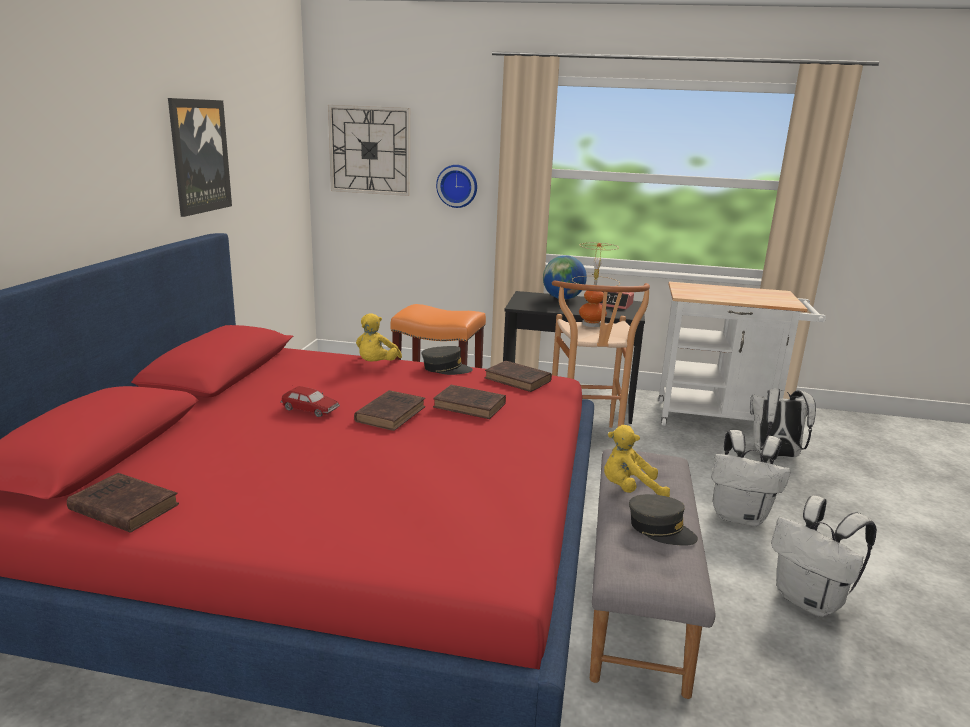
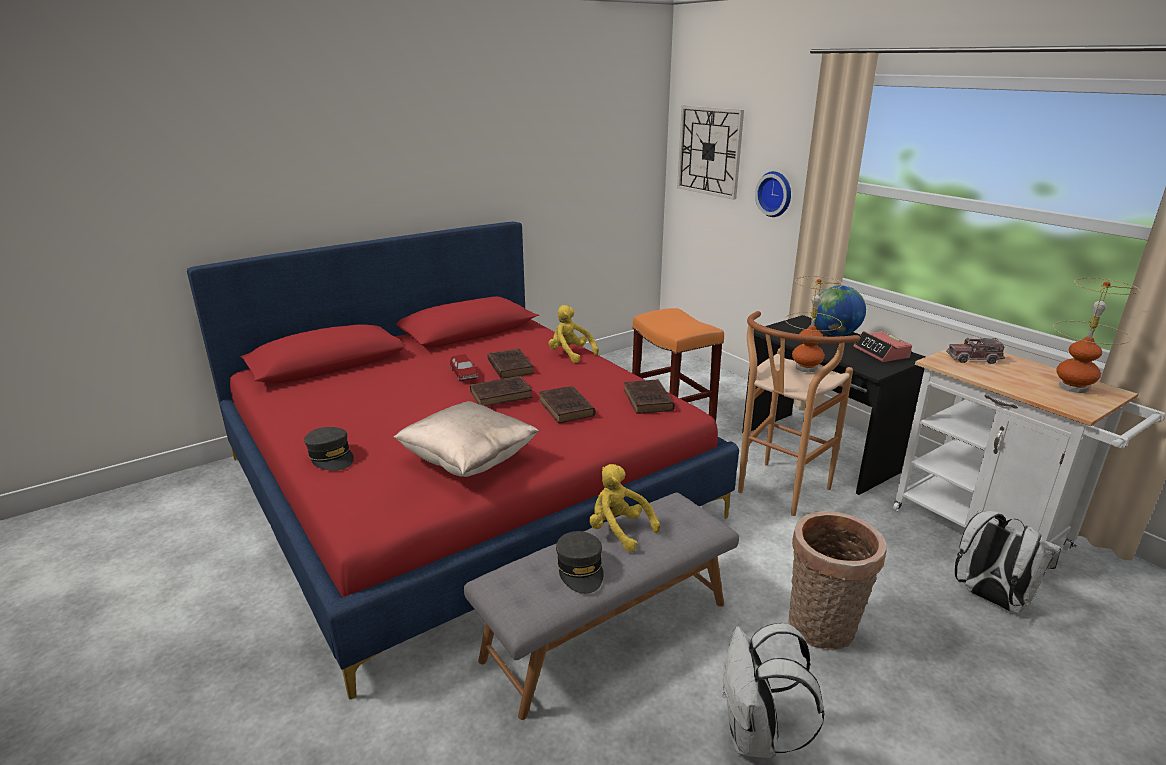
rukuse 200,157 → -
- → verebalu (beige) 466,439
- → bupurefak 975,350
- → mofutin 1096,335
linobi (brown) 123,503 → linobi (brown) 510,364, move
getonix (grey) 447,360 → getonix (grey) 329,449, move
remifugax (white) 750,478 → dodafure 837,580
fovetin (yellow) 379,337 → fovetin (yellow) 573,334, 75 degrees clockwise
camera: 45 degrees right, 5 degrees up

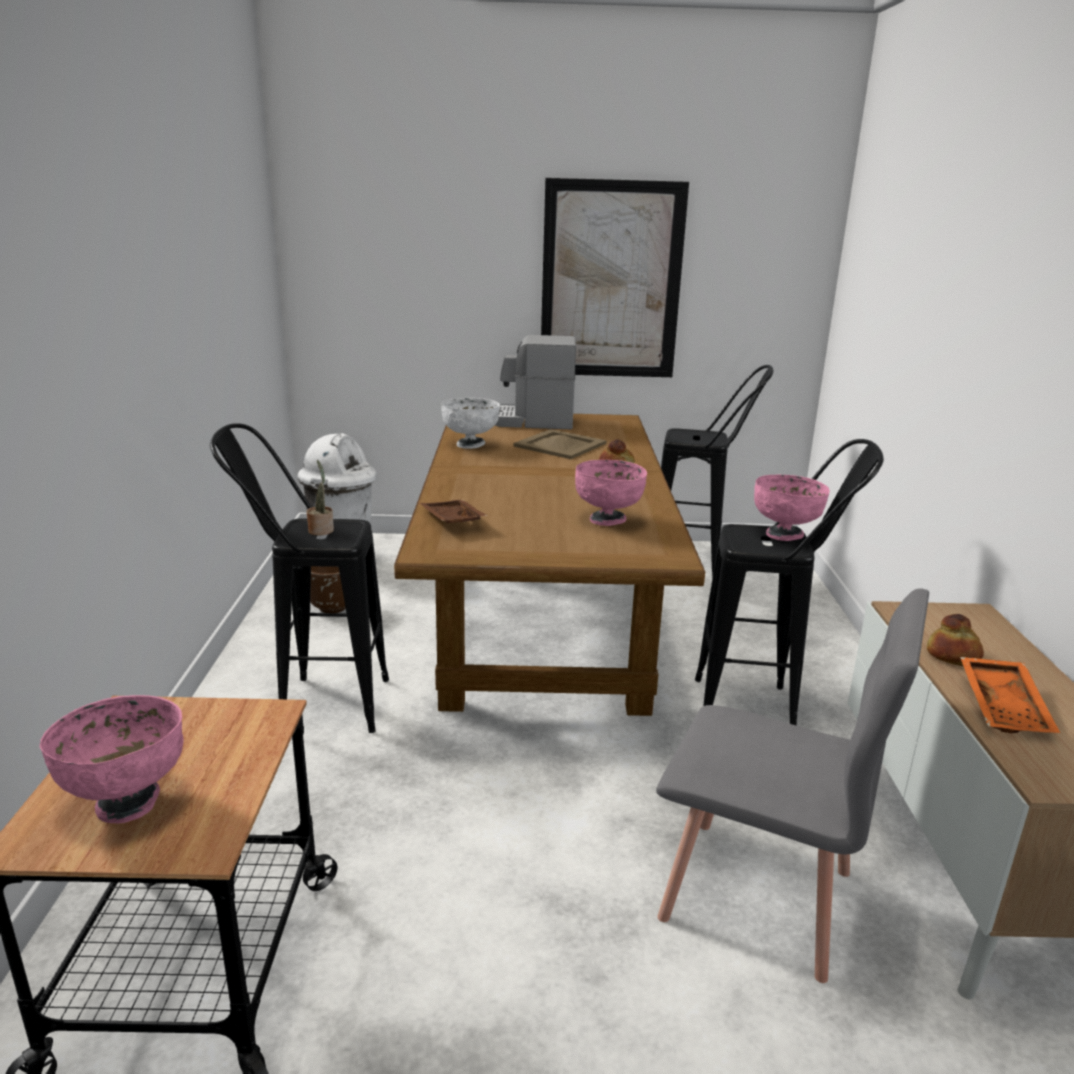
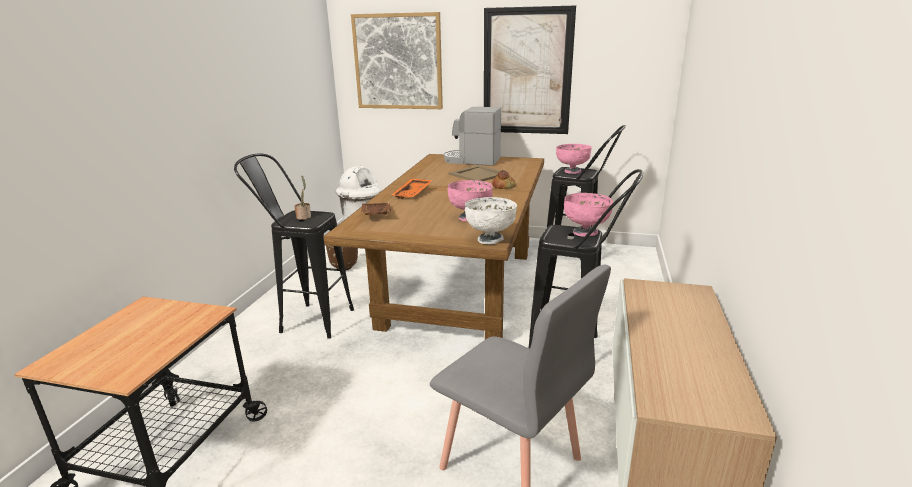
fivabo 955,640 → -
- → rukuse 397,60
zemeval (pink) 112,759 → zemeval (pink) 574,159, move
zemeval (white) 470,423 → zemeval (white) 491,220, move
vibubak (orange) 1010,695 → vibubak (orange) 412,189, move
camera: 15 degrees right, 0 degrees up

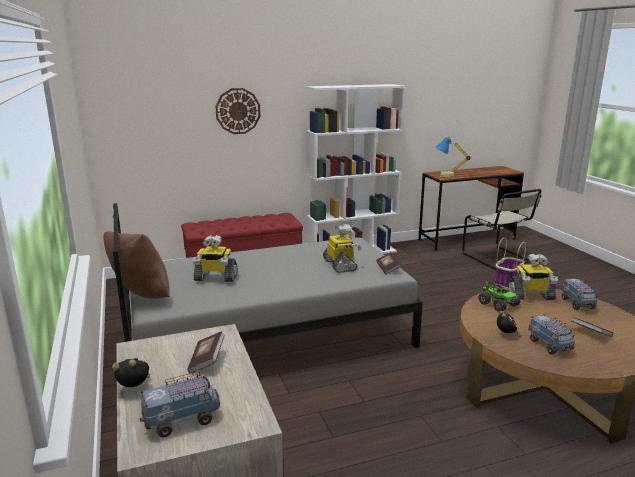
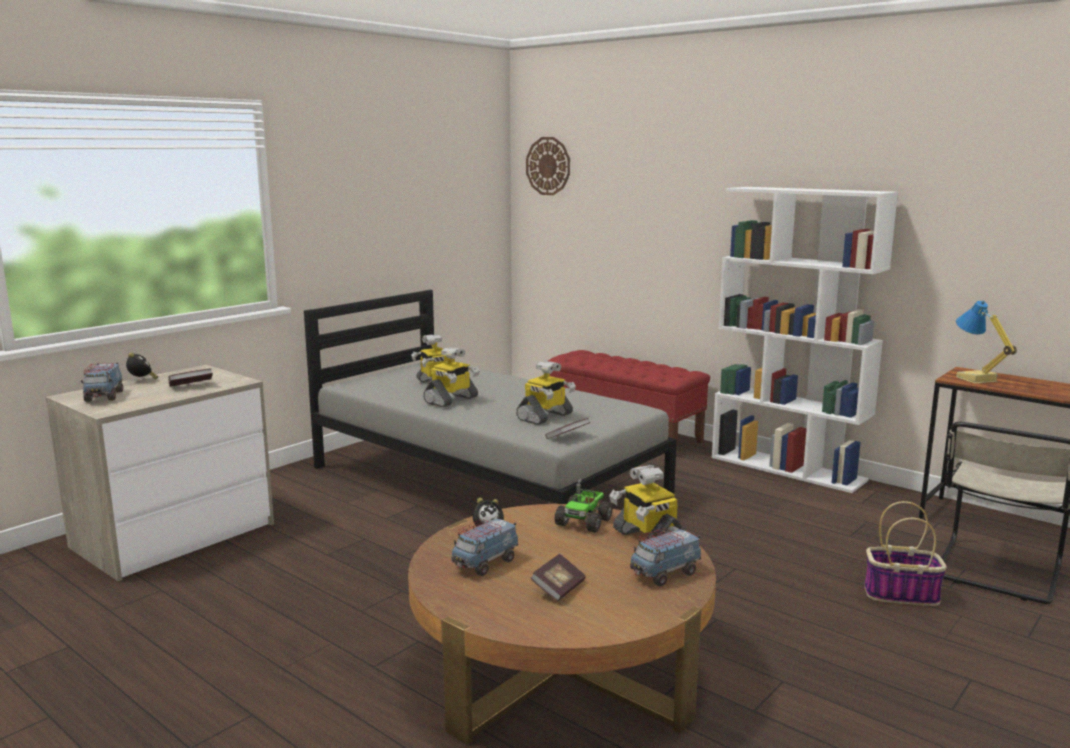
verebalu (brown) 136,265 → -
- → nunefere 451,377
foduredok 238,111 → foduredok 548,166, move
bupurefak 180,404 → bupurefak 102,382, 45 degrees clockwise
camera: 60 degrees right, 5 degrees down

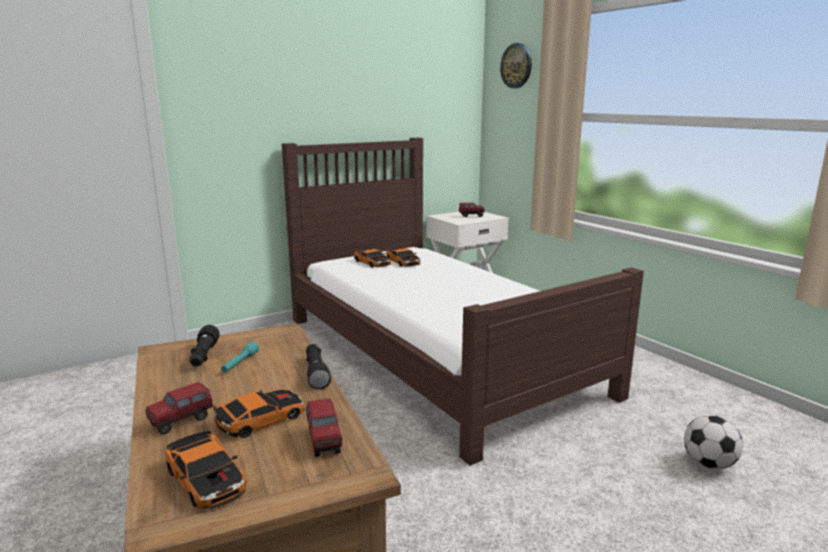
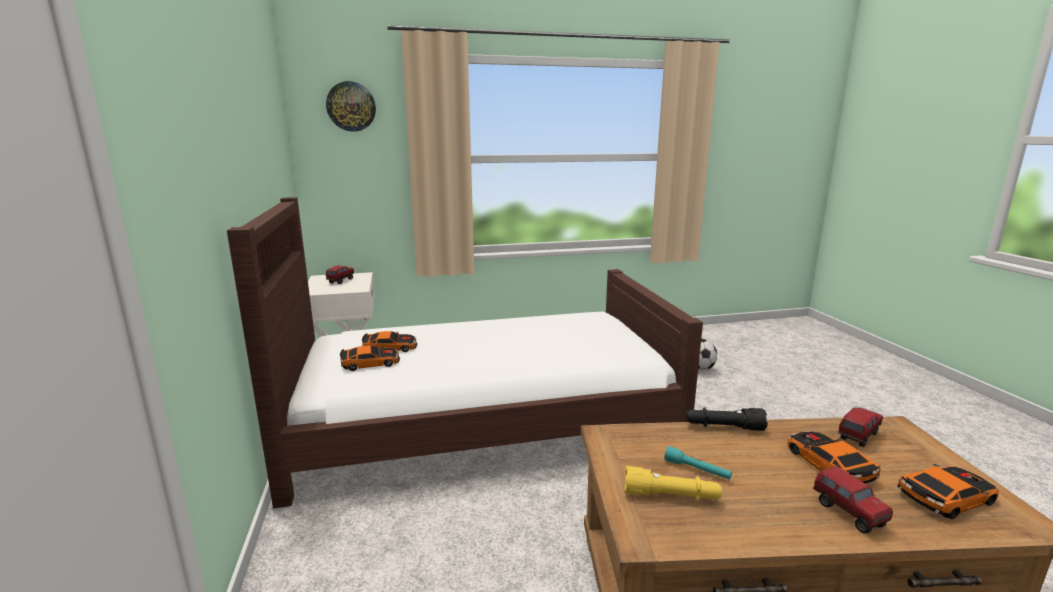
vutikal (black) 205,345 → vutikal (yellow) 673,483
bupurefak 324,427 → bupurefak 860,427, 45 degrees counterclockwise
camera: 70 degrees left, 0 degrees up

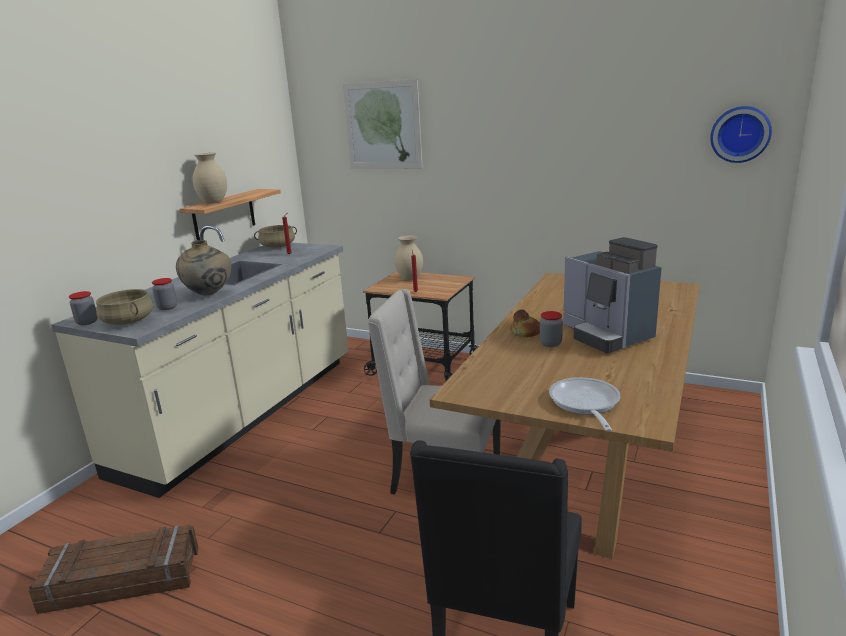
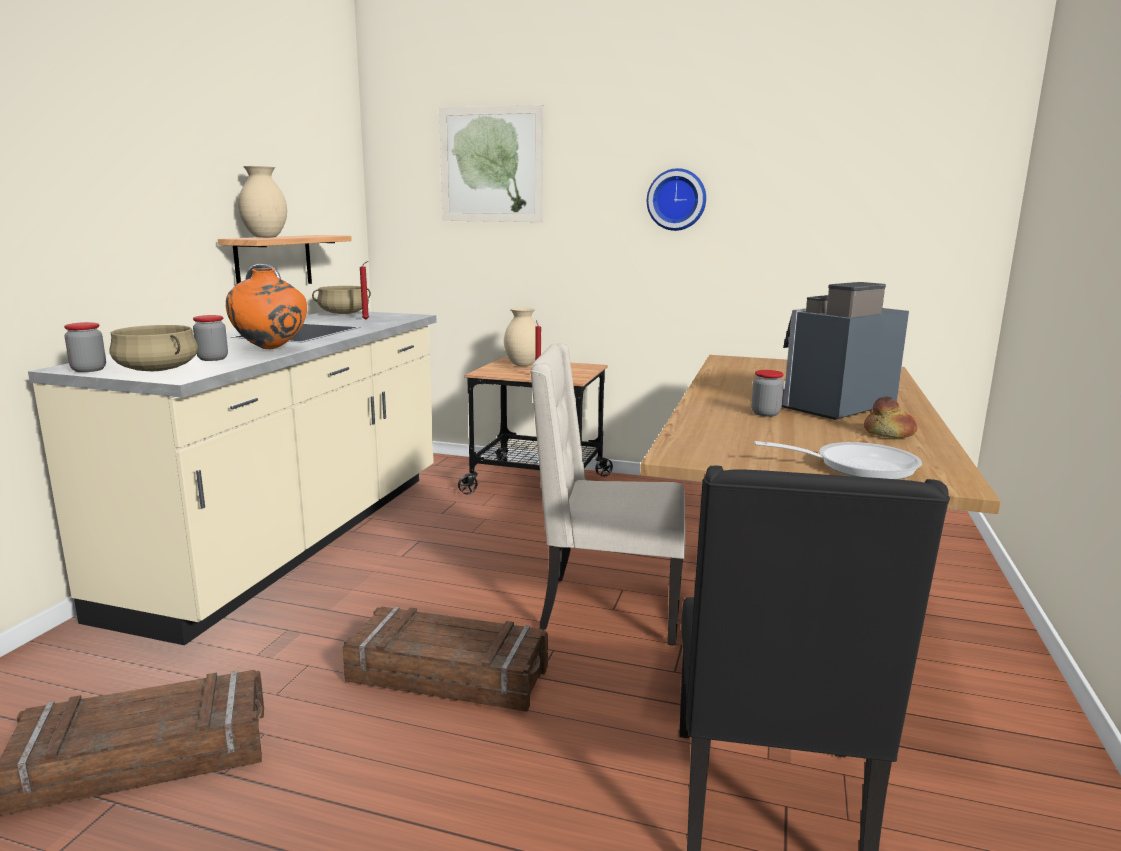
- → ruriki 445,659
fivabo 525,323 → fivabo 890,417, move
foduredok 741,134 → foduredok 676,199, move
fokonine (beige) 203,268 → fokonine (orange) 266,308
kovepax 584,404 → kovepax 838,460, 105 degrees clockwise
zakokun 612,295 → zakokun 845,351, 90 degrees clockwise
camera: 10 degrees left, 5 degrees down

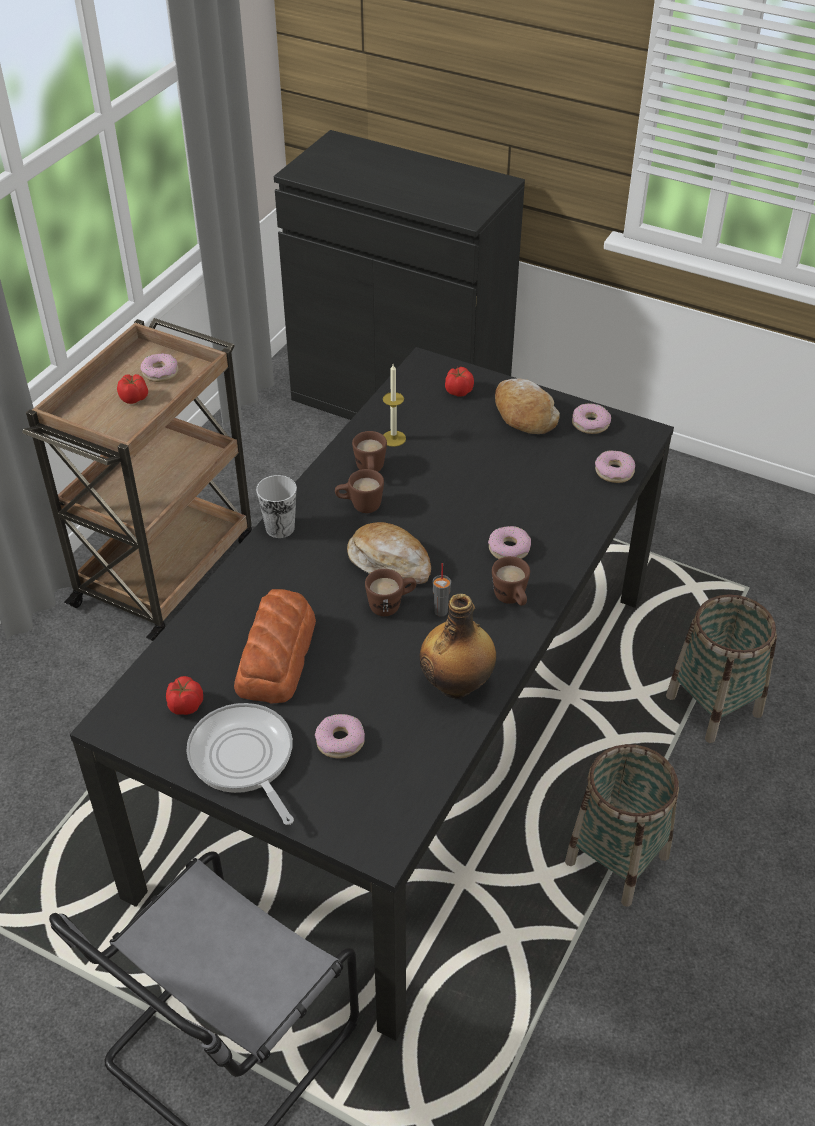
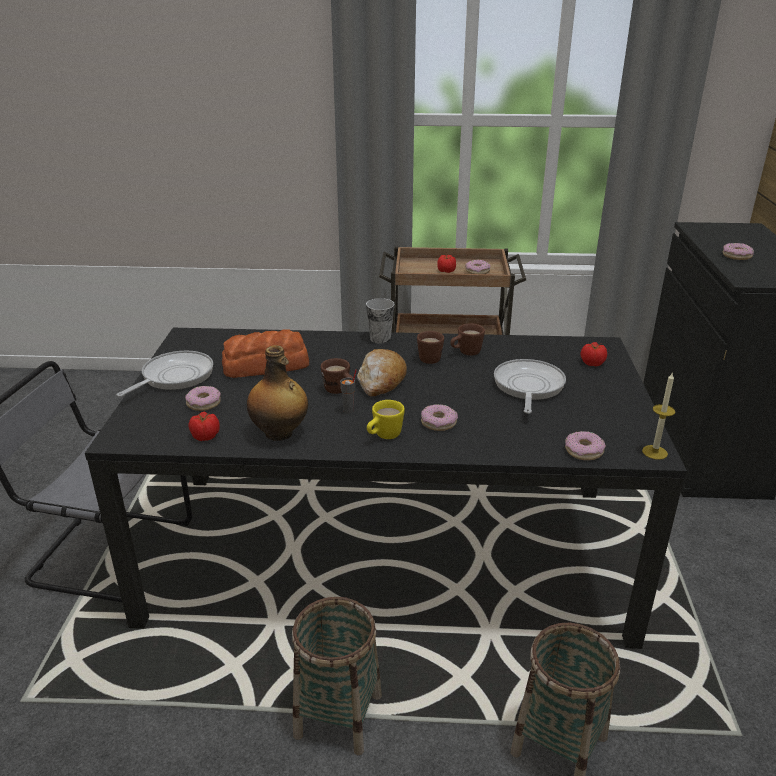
fivabo 527,406 → -
- → kovepax 530,386
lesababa 184,695 → lesababa 204,426, move
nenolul 394,405 → nenolul 658,416, move
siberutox 591,418 → siberutox 738,251, move
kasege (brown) 511,581 → kasege (yellow) 386,419
camera: 65 degrees right, 15 degrees down

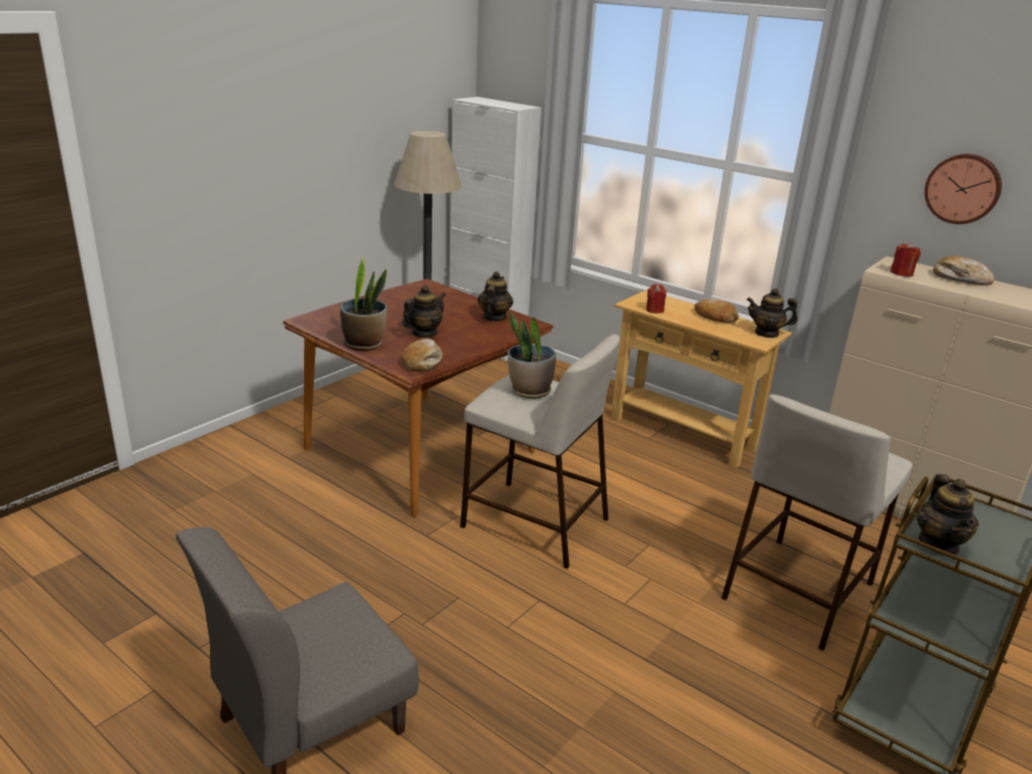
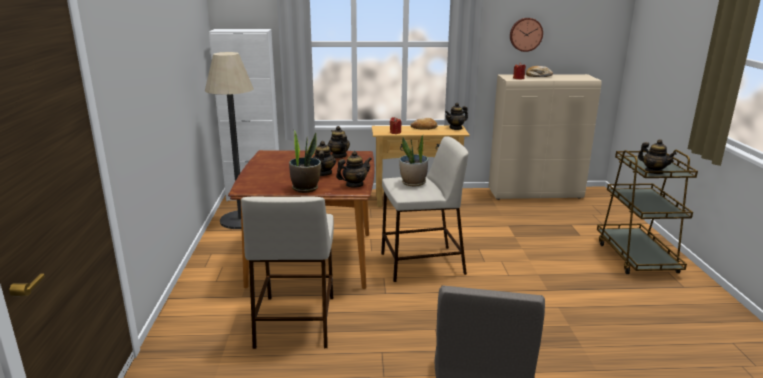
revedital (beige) 817,522 → revedital (beige) 287,272, move
fivabo 422,355 → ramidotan 353,169
camera: 40 degrees left, 5 degrees down

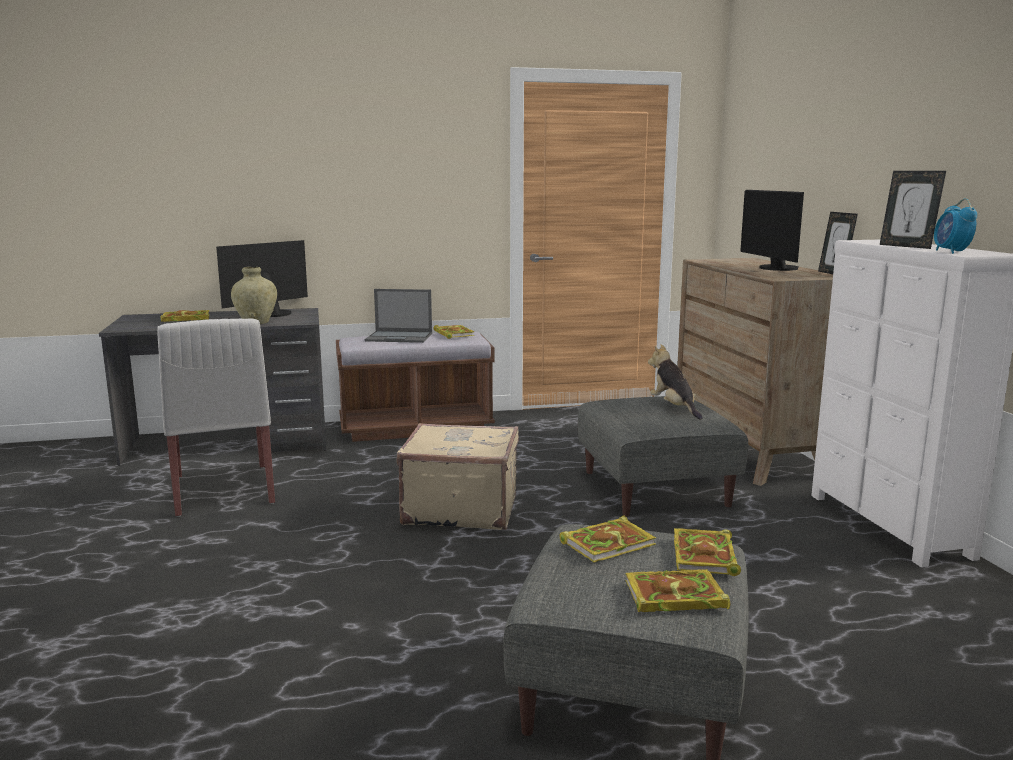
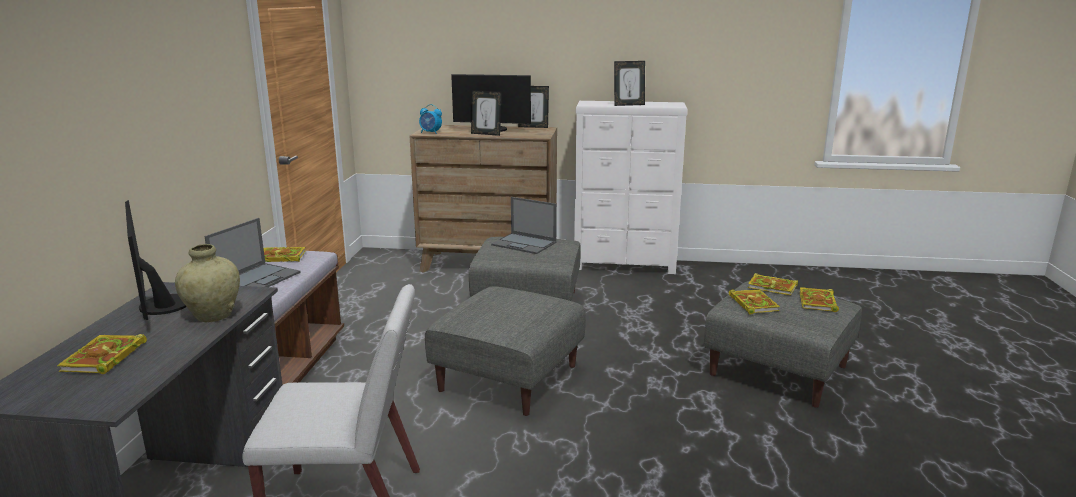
- → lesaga 486,113
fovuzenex 955,226 → fovuzenex 430,119, move
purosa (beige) 457,476 → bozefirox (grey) 505,351
fovetin 675,382 → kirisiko 524,225
camera: 70 degrees left, 5 degrees up

